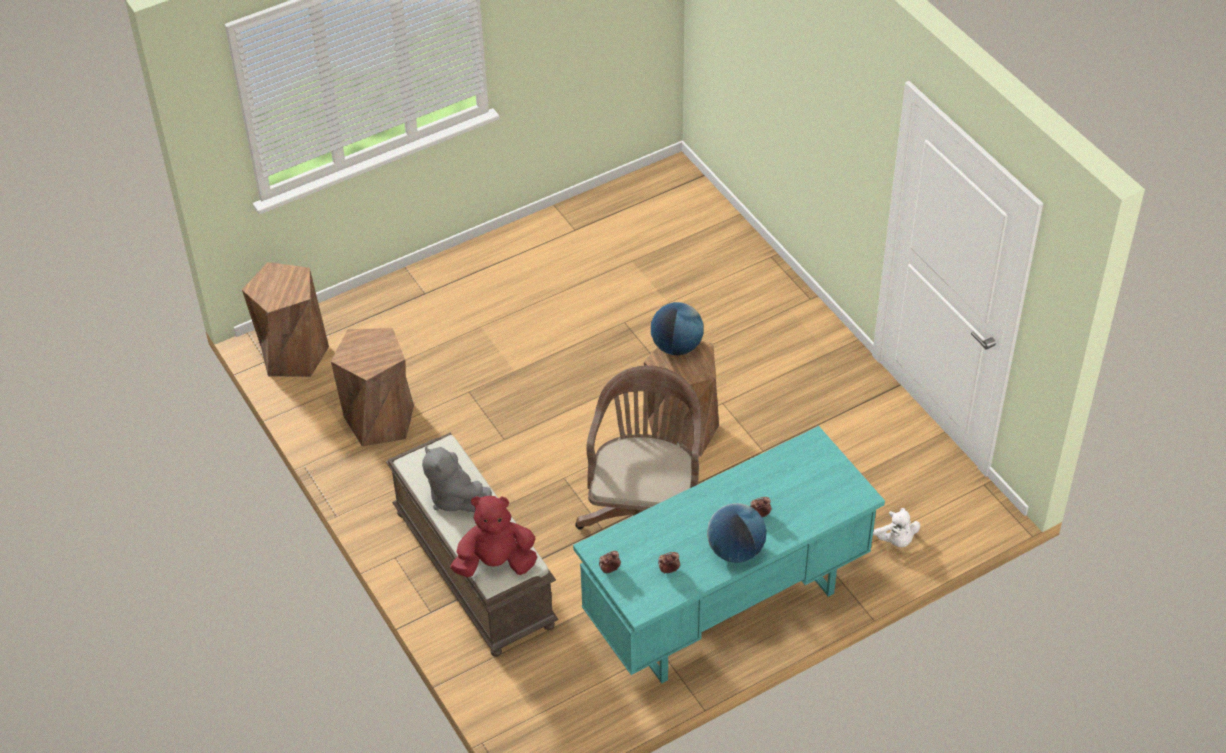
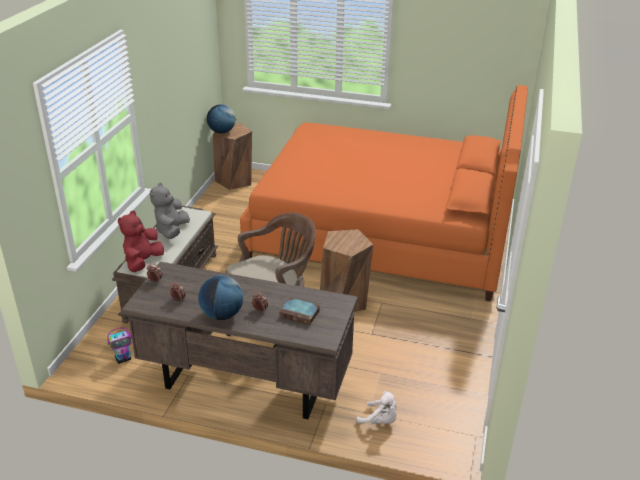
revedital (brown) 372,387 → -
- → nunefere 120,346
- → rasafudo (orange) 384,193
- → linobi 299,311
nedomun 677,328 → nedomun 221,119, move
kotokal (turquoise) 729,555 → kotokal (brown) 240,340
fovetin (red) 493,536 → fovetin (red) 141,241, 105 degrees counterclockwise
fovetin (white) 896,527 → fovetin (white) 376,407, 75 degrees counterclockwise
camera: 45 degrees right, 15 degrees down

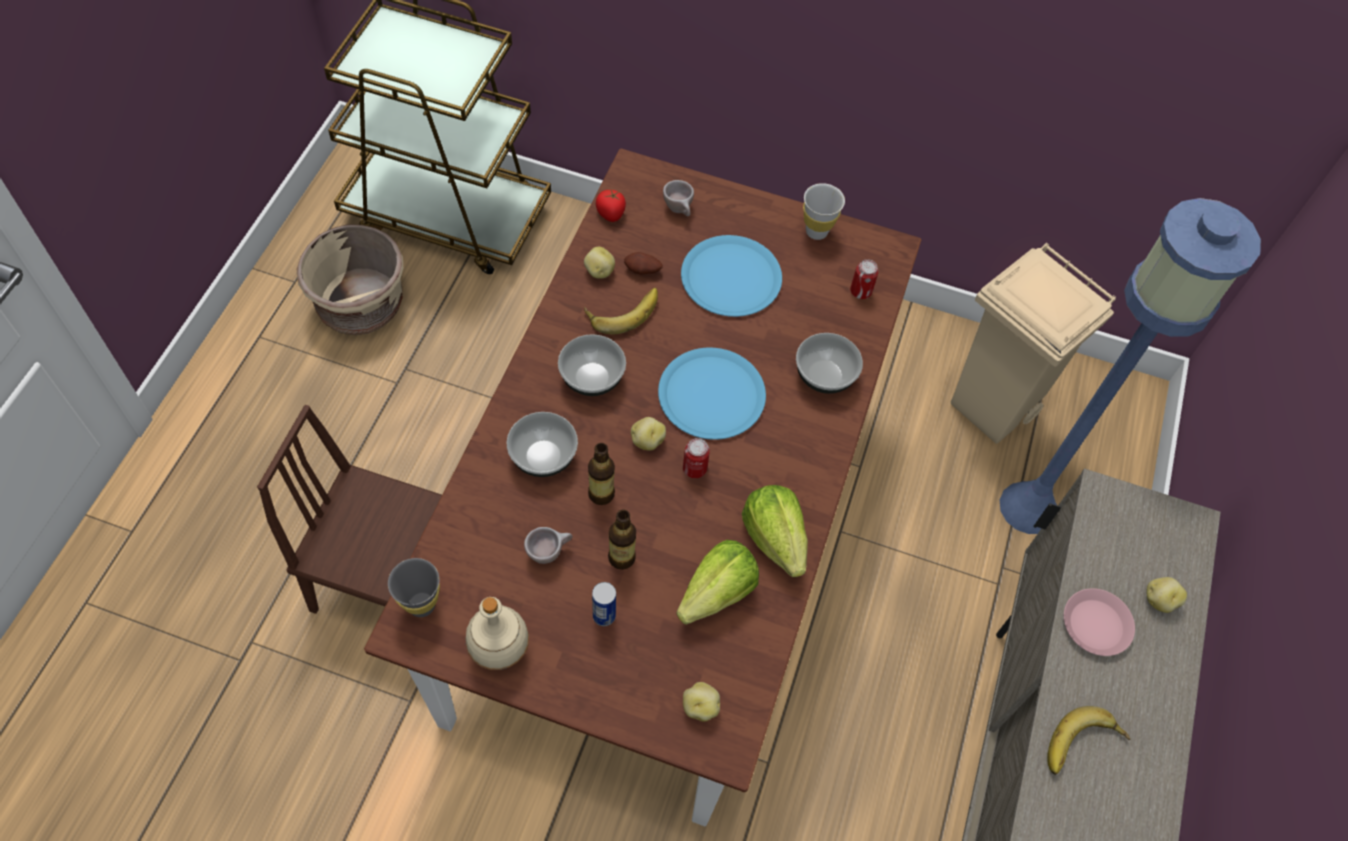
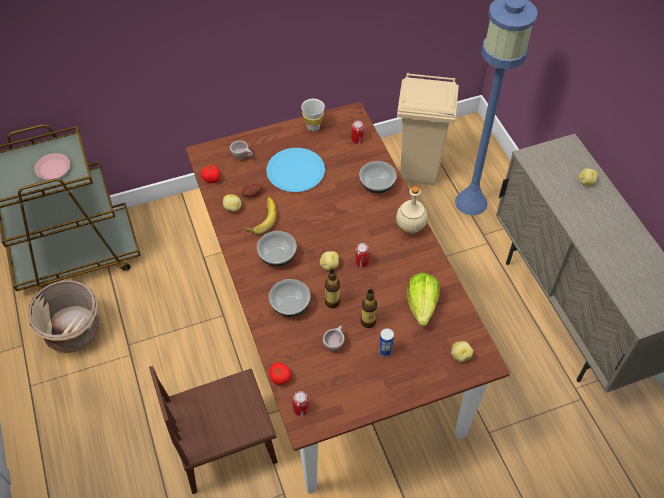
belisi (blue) 712,394 → -
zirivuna 775,531 → -
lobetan 1088,740 → -
- → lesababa 280,374
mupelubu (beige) 497,633 → mupelubu (beige) 411,210, move
belisi (pink) 1099,622 → belisi (pink) 52,166, move
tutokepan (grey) 414,587 → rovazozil 300,403
camera: 35 degrees left, 5 degrees down

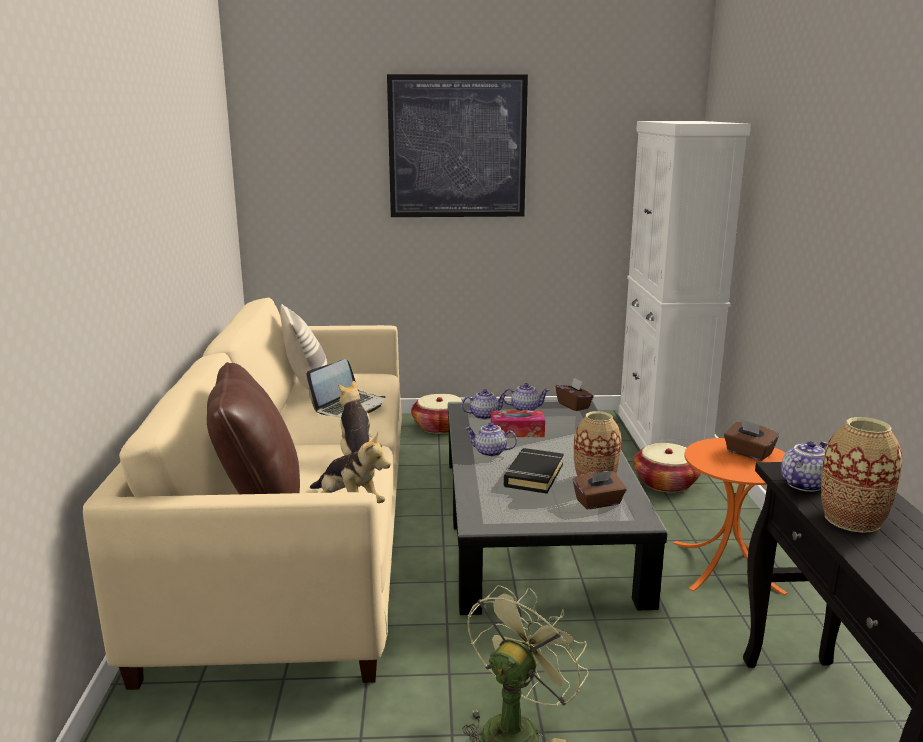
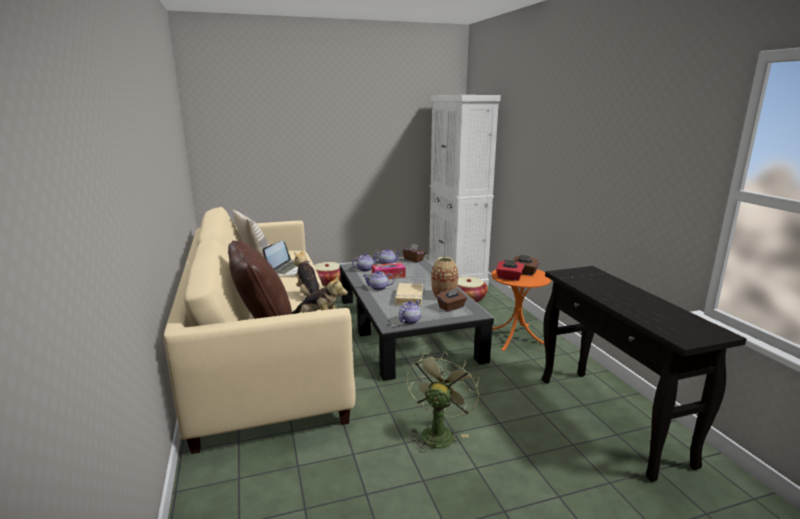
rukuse 457,145 → -
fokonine 861,475 → -
- → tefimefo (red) 510,270
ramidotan 804,466 → ramidotan 410,312, move
linobi (black) 533,471 → linobi (beige) 409,294
camera: 15 degrees left, 0 degrees up

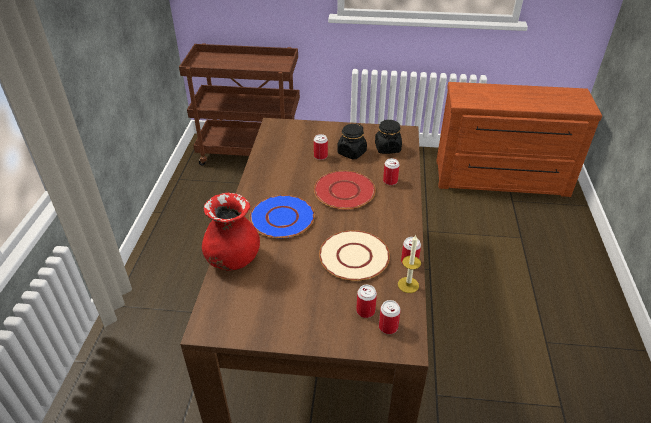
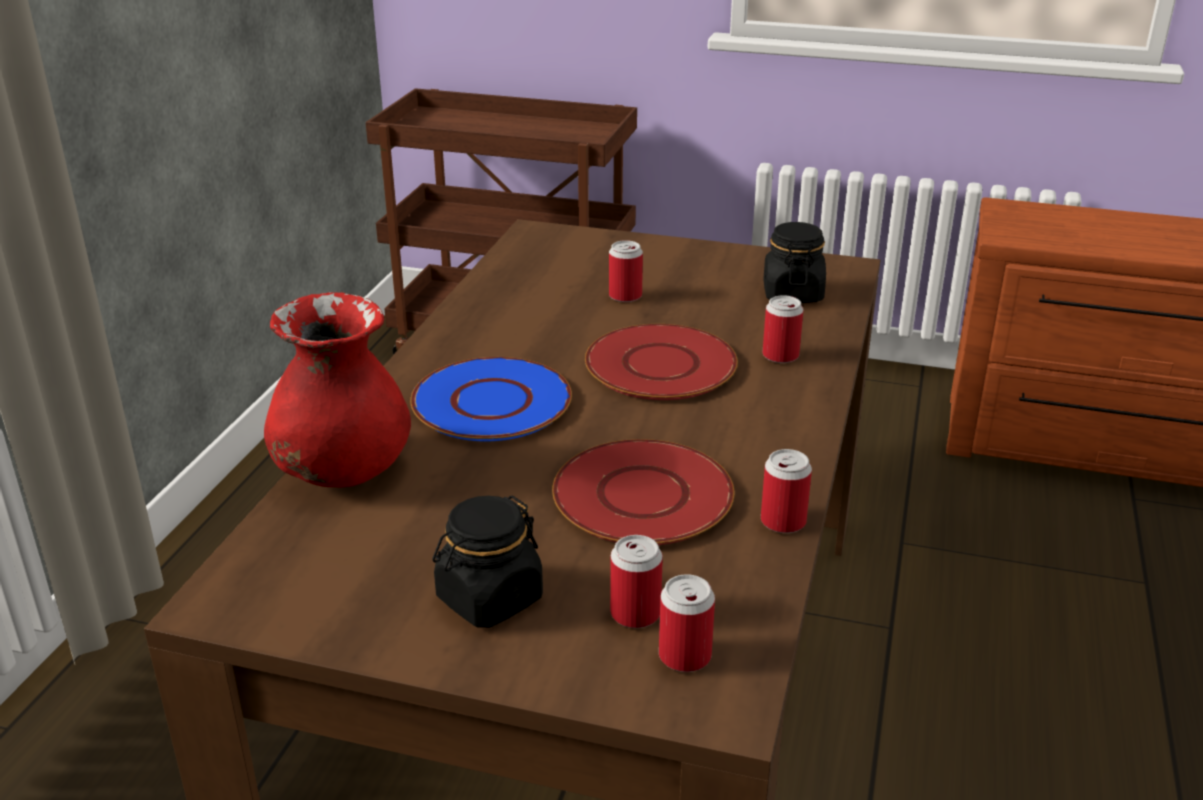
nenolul 409,263 → -
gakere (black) 352,141 → gakere (black) 488,562, move
belisi (beige) 354,255 → belisi (red) 643,492
camera: 10 degrees right, 10 degrees down

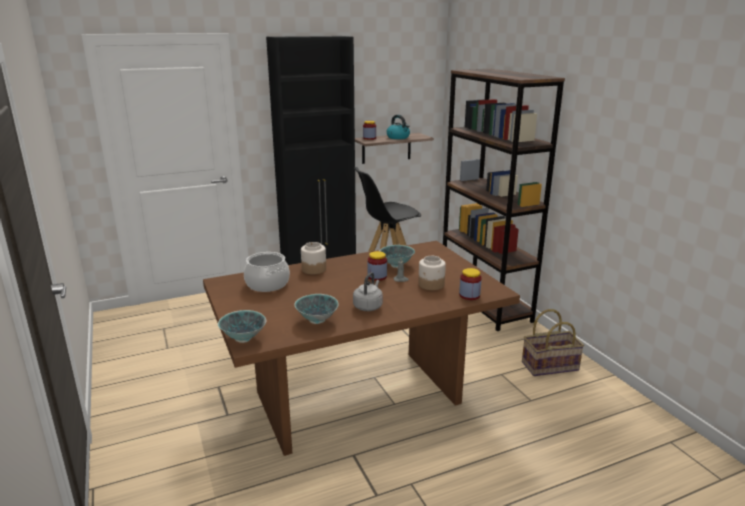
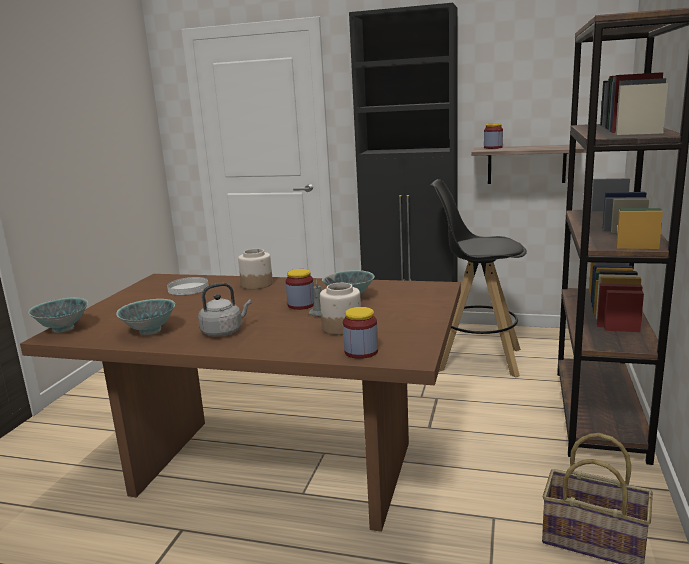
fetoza 398,127 → -
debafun 267,272 → belisi (white) 188,286
camera: 40 degrees right, 5 degrees down

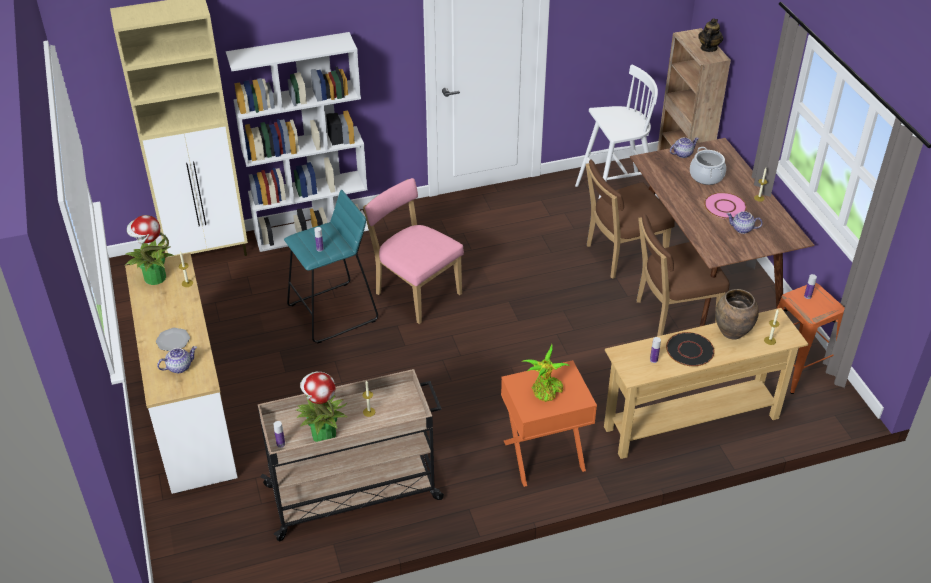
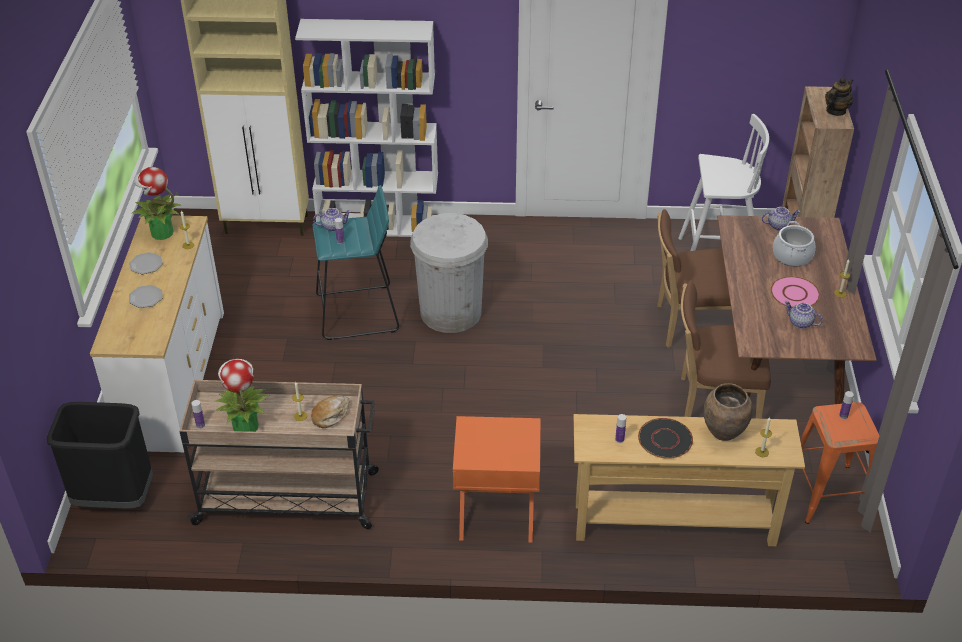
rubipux 546,373 → -
- → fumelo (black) 100,455
- → belisi 146,263
- → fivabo 330,411
ramidotan 177,359 → ramidotan 332,220, move
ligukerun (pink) 413,251 → fumelo (white) 449,273
camera: 20 degrees right, 0 degrees up

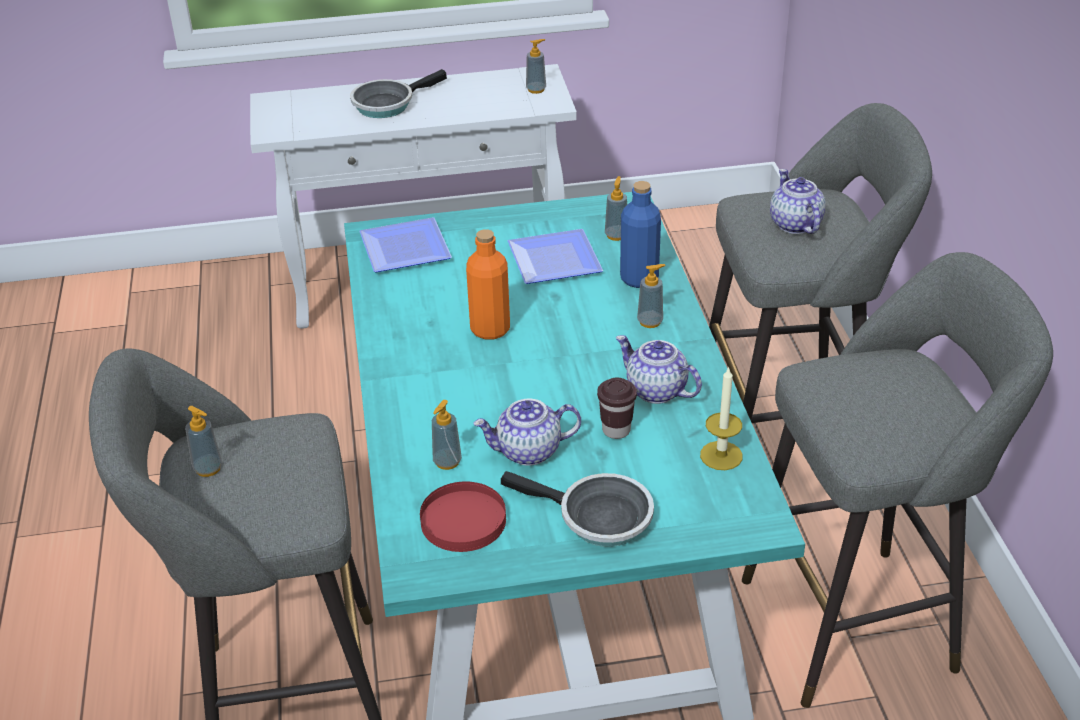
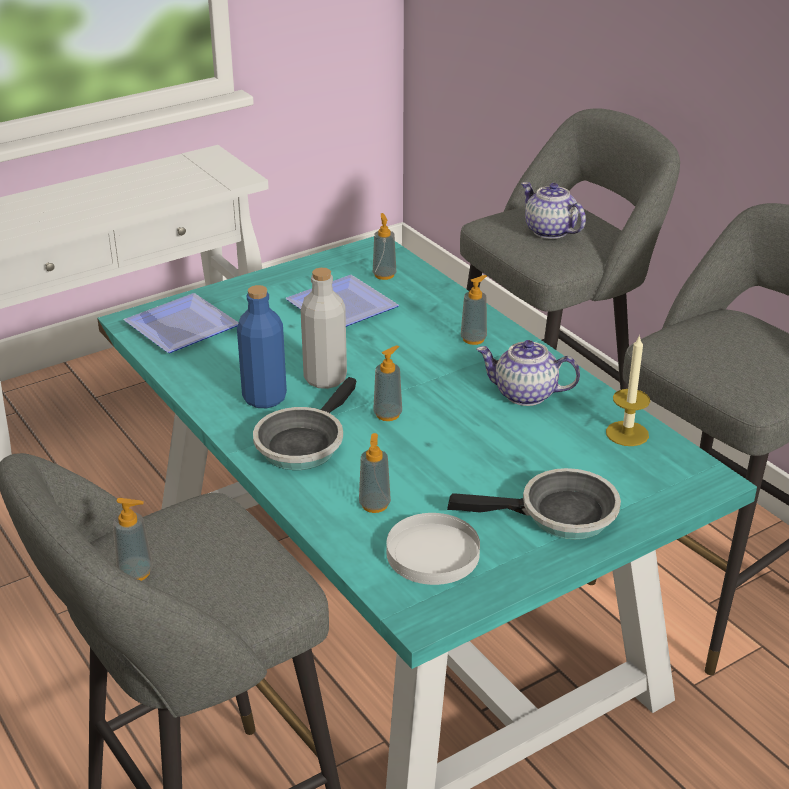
ramidotan 527,432 → -
tutokepan (brown) 617,408 → -
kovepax 398,93 → kovepax 304,423, move
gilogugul 536,66 → gilogugul 387,383, move
mupelubu (blue) 640,234 → mupelubu (blue) 262,346, move
belisi (red) 463,517 → belisi (white) 433,549
mupelubu (orange) 488,284 → mupelubu (grey) 324,328
camera: 25 degrees left, 5 degrees down

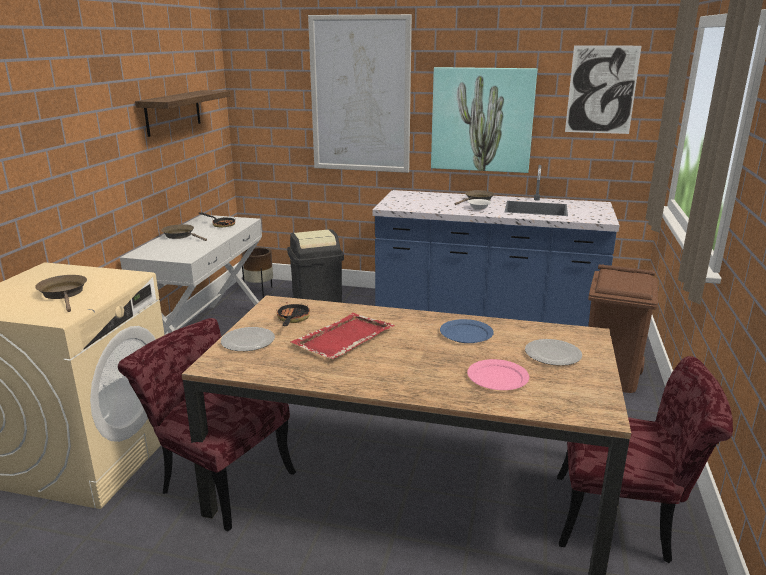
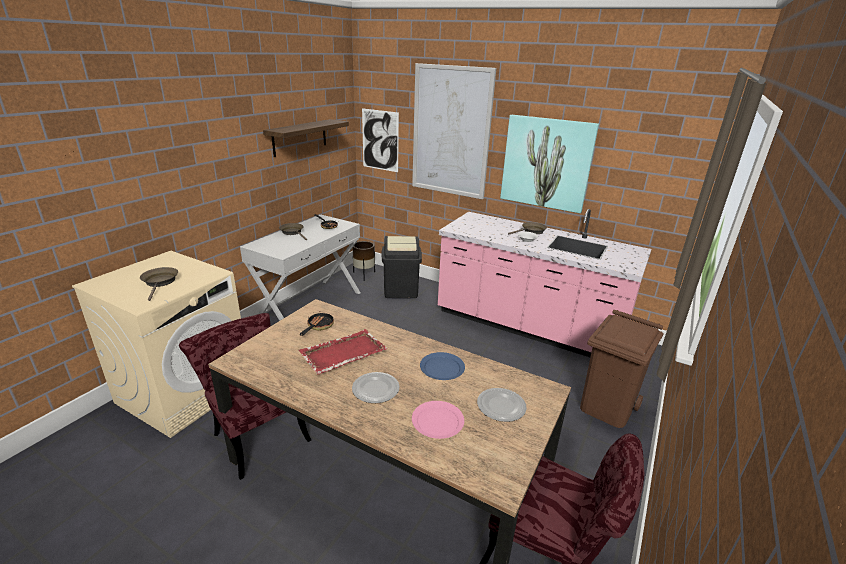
belisi 248,339 → belisi 376,387, move
rukuse 603,89 → rukuse 380,140, move
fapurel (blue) 496,246 → fapurel (pink) 544,283
camera: 15 degrees right, 5 degrees up

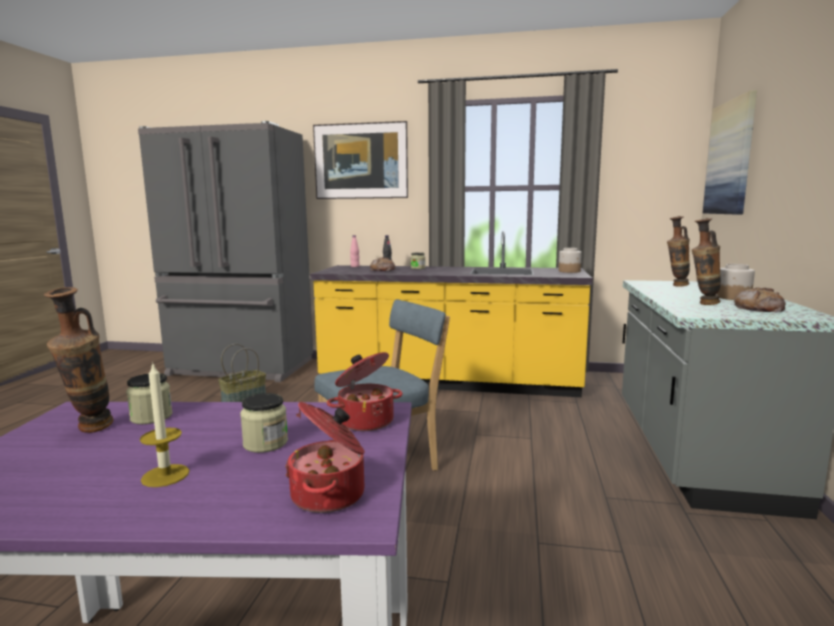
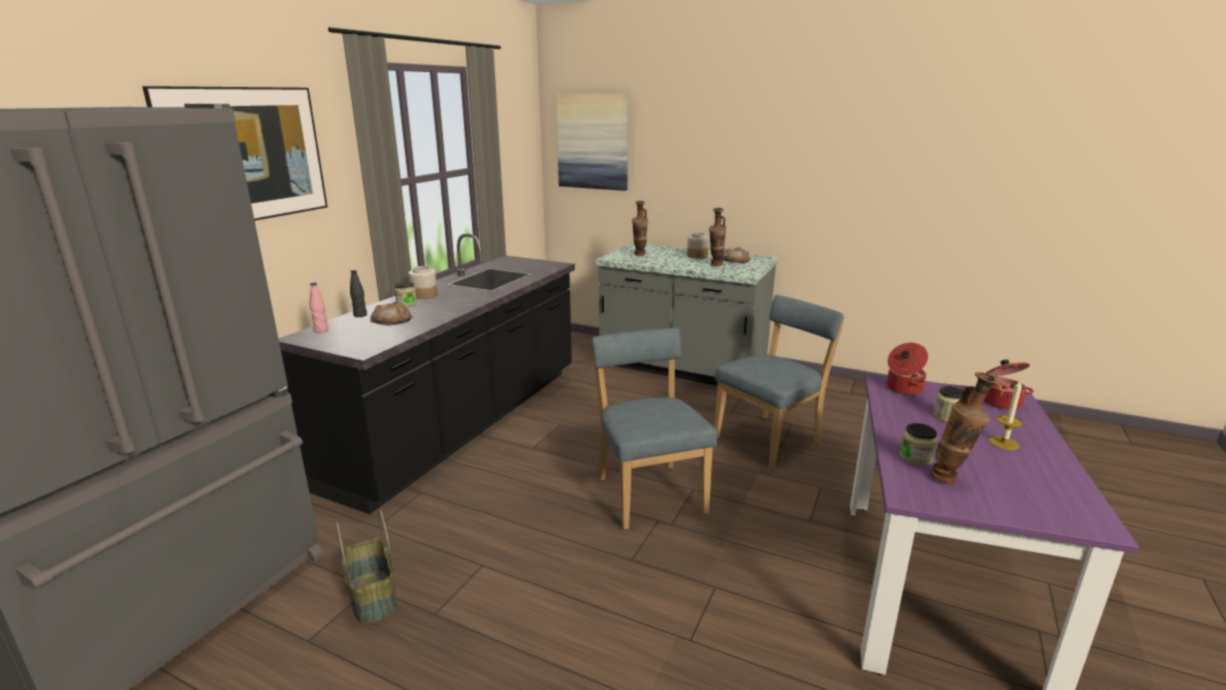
- → ligukerun (blue) 779,382
gakere 570,260 → gakere 423,282, move
fapurel (yellow) 451,314 → fapurel (black) 426,373
camera: 75 degrees left, 10 degrees up

